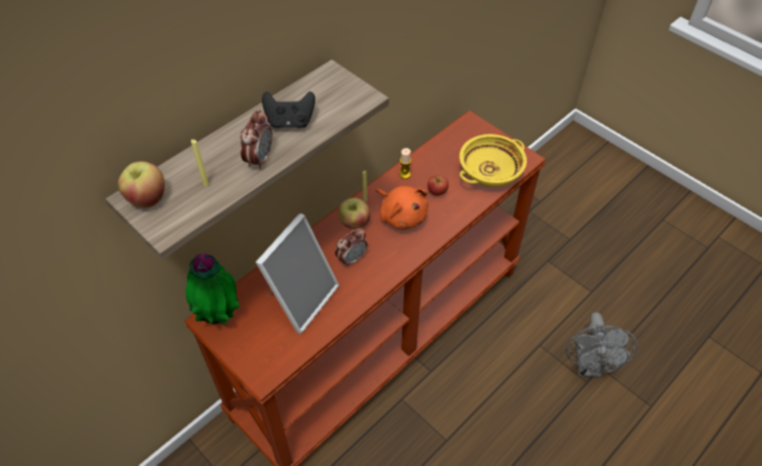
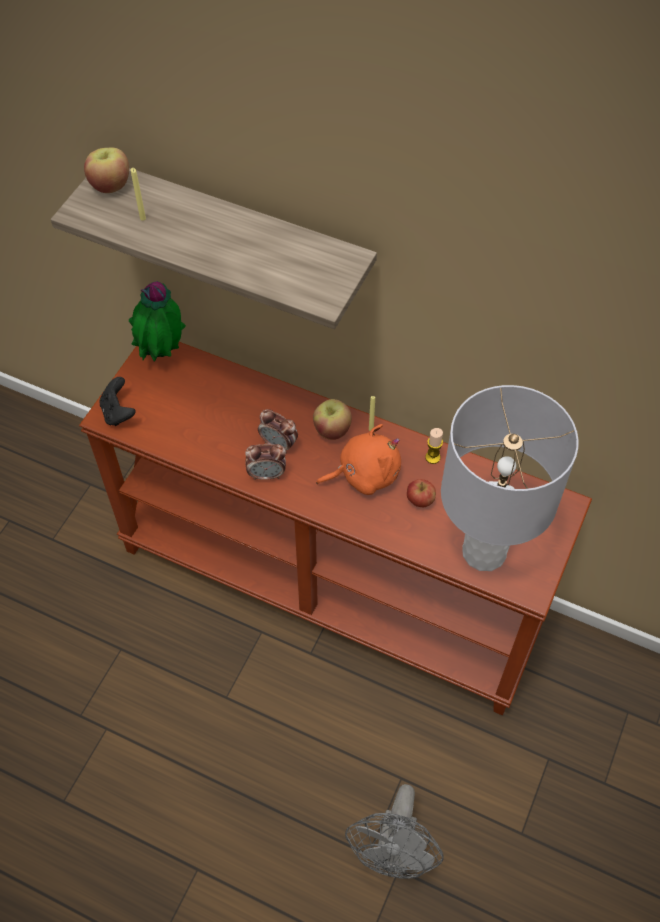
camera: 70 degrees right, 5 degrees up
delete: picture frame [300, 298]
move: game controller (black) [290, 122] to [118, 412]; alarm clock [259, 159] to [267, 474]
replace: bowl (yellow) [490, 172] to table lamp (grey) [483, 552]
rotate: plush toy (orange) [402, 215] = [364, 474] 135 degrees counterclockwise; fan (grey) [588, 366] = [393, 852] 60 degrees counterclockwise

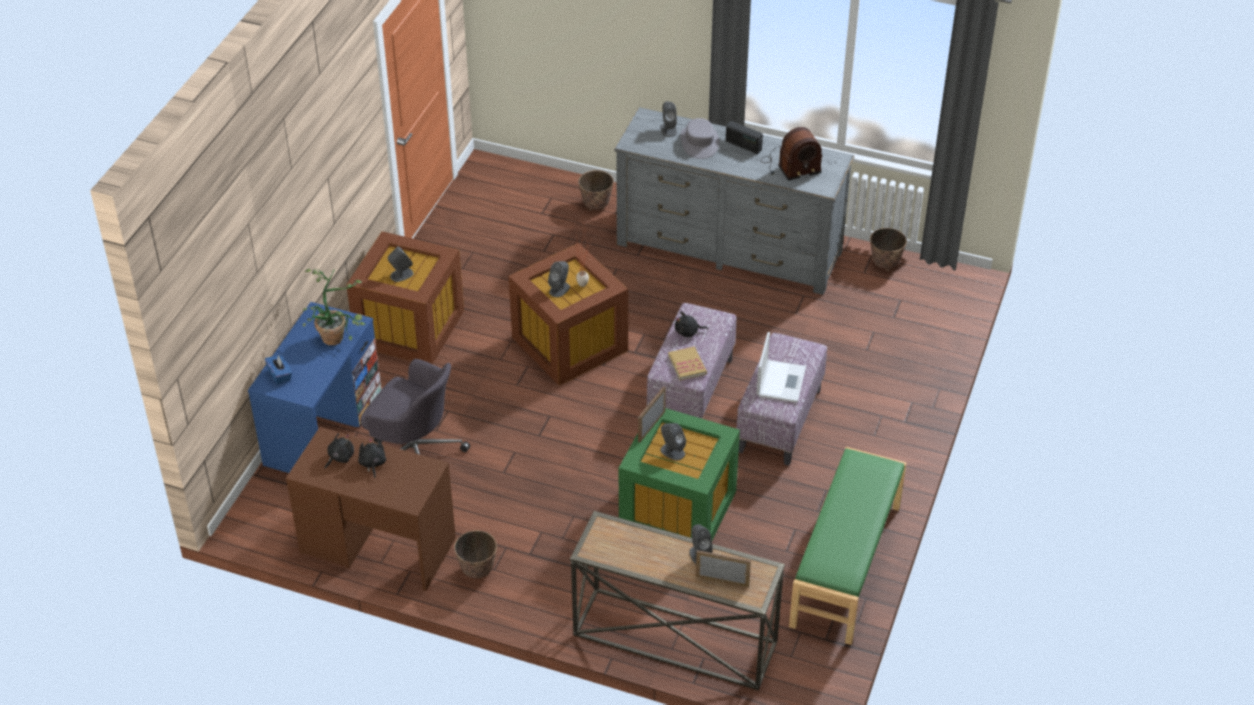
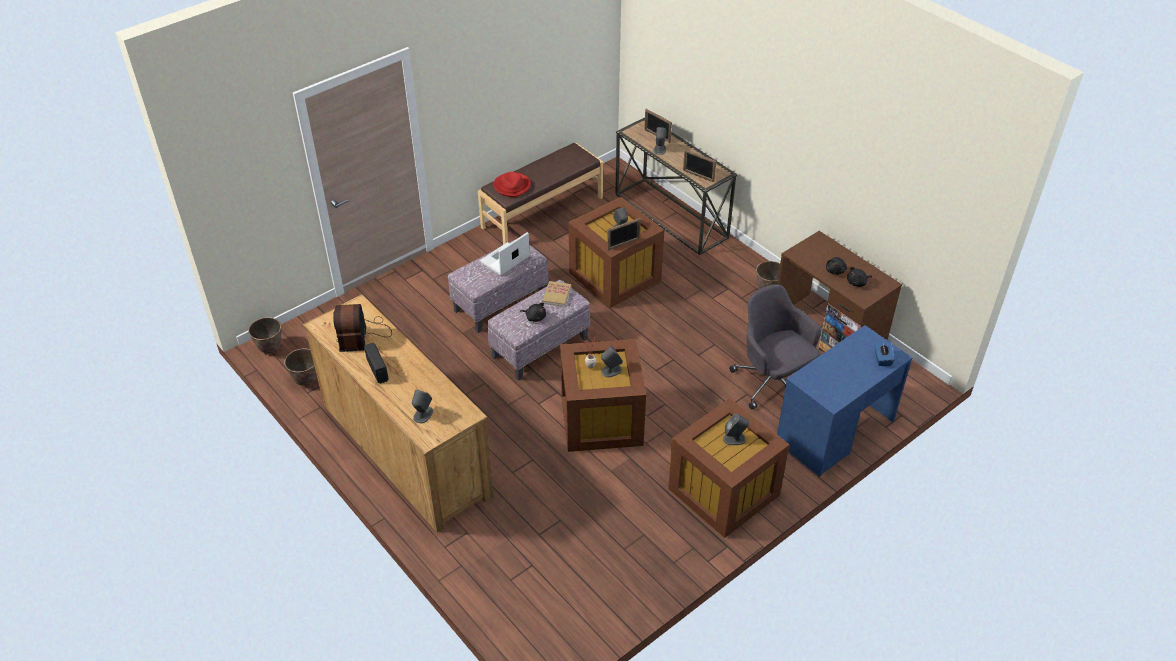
camera: 150 degrees left, 0 degrees up
delete: hat (grey) [699, 142]; potted plant [337, 335]
insert: picture frame [698, 176]; hat (red) [512, 186]
move: planter [596, 206] to [270, 349]
recolor: dresser (grey) [729, 248] to dresser (brown) [405, 449]; storage box (green) [678, 511] to storage box (brown) [615, 276]; bench (green) [847, 566] to bench (brown) [542, 212]
rotate: radio [790, 166] = [362, 335] 105 degrees counterclockwise

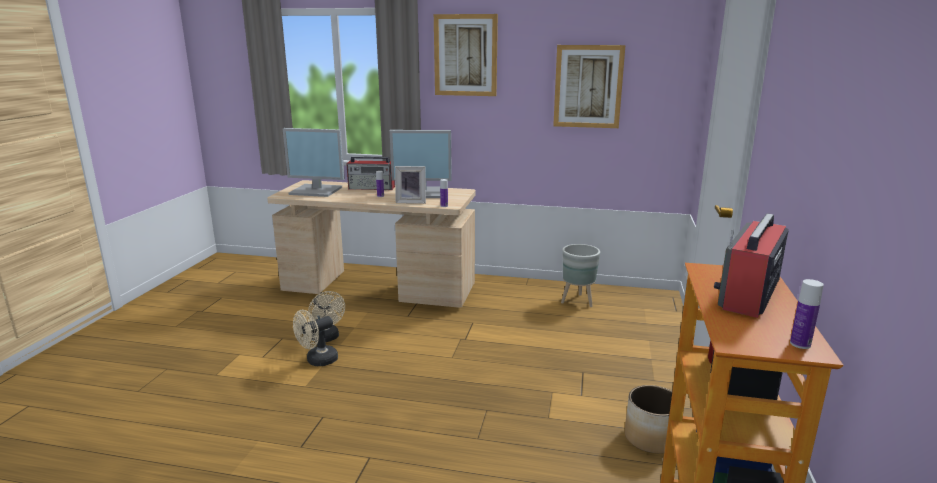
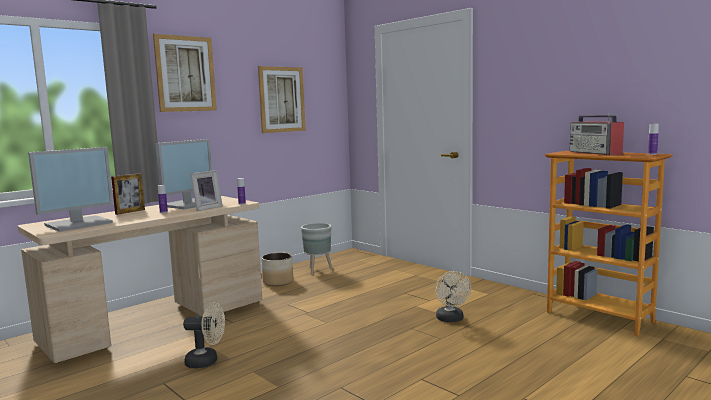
camera: 55 degrees left, 10 degrees down
move: fan (beige) [317, 361] to [451, 319]; planter [651, 437] to [278, 282]
replace: radio [372, 188] to picture frame [130, 212]

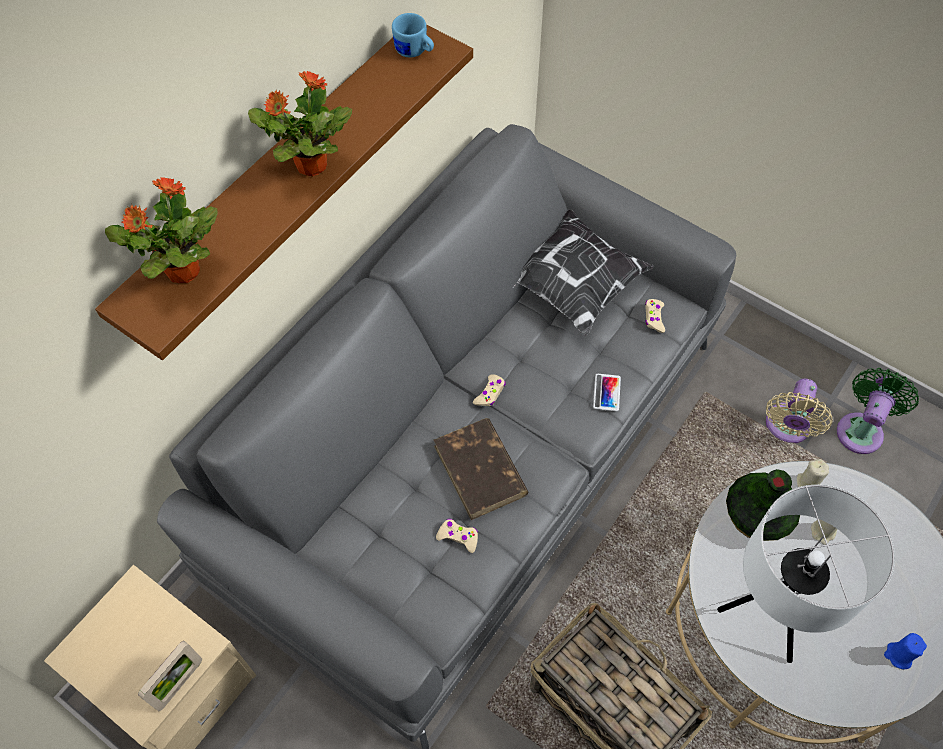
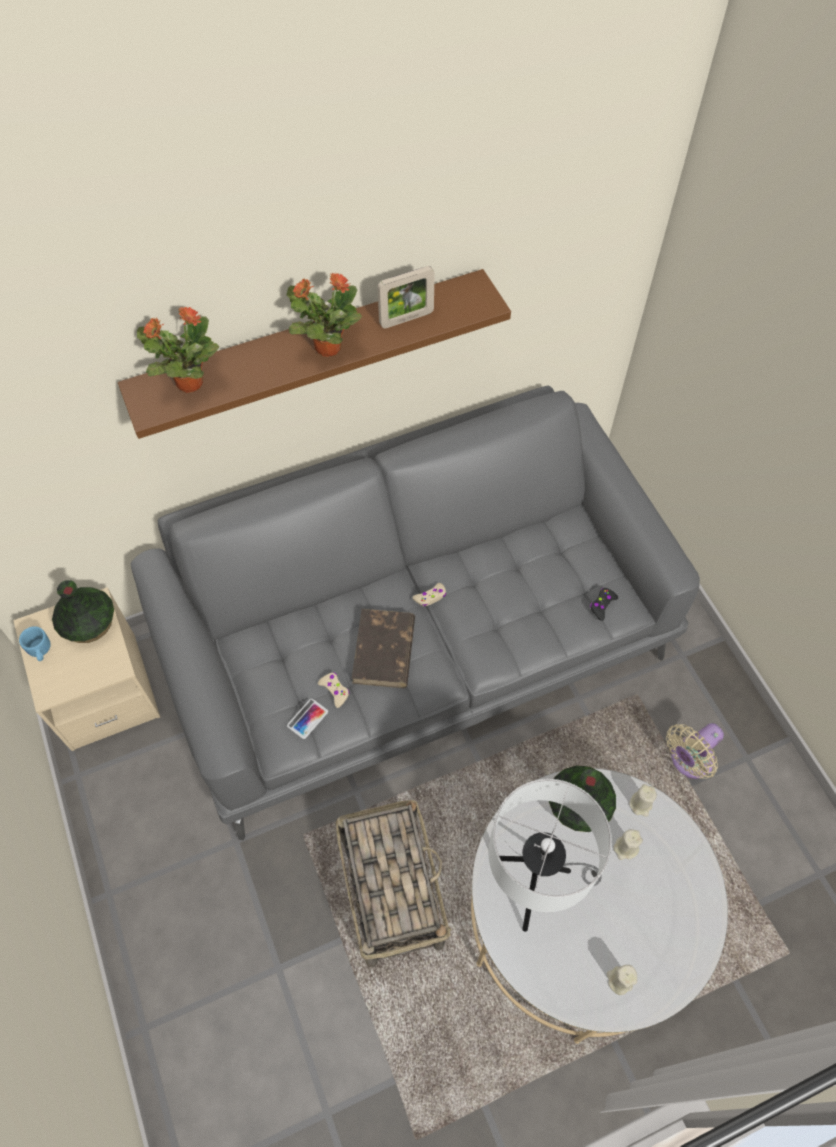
camera: 30 degrees right, 0 degrees up
delete: pillow [570, 286]; fan (green) [861, 429]
insert: vase [89, 623]
move: mug (blue) [414, 52] to [40, 651]; phone [606, 392] to [307, 718]; picture frame [179, 684] to [406, 319]
recolor: game controller (beige) [654, 318] to game controller (black) [602, 605]; candle (blue) [898, 655] to candle (beige) [619, 980]

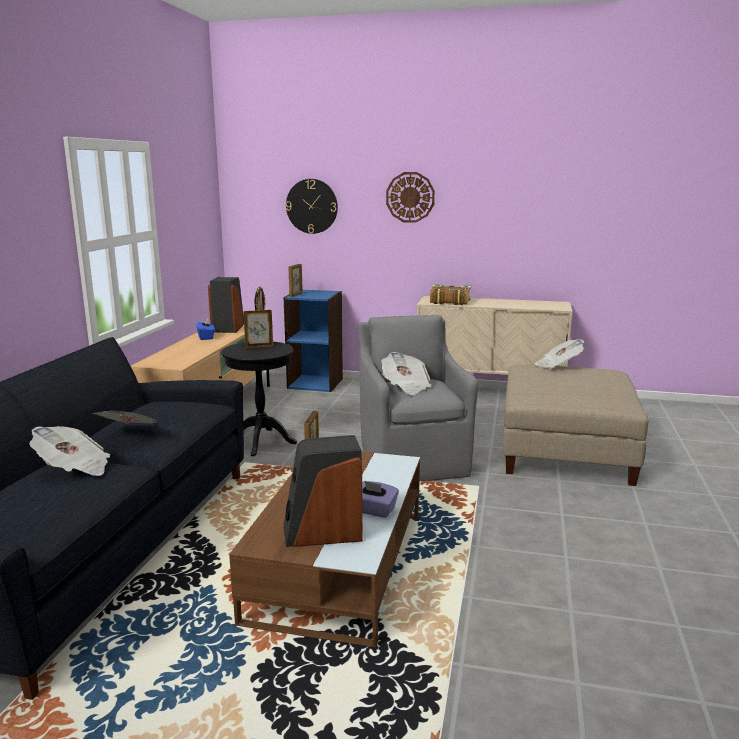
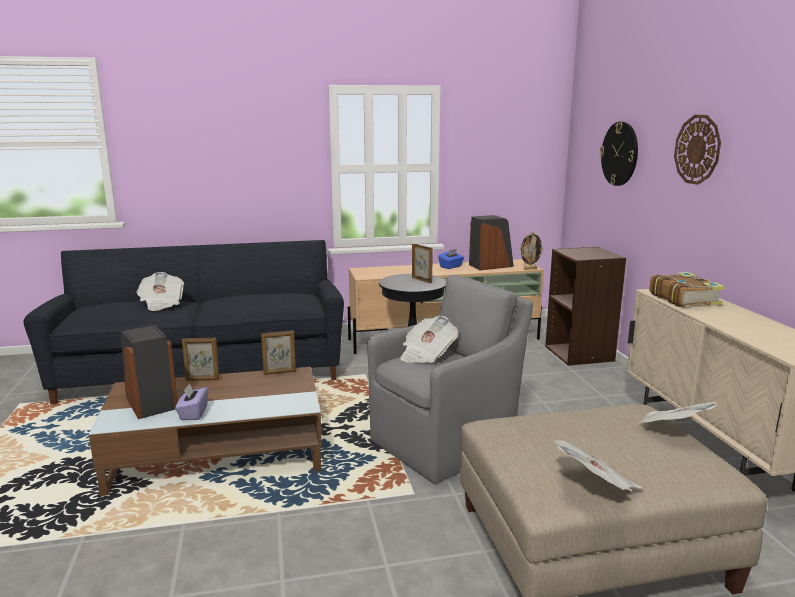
camera: 65 degrees right, 0 degrees up
move: picture frame [296, 294] to [202, 379]; newspaper [130, 434] to [596, 486]
recolor: bookcase (blue) [315, 383] to bookcase (brown) [580, 353]

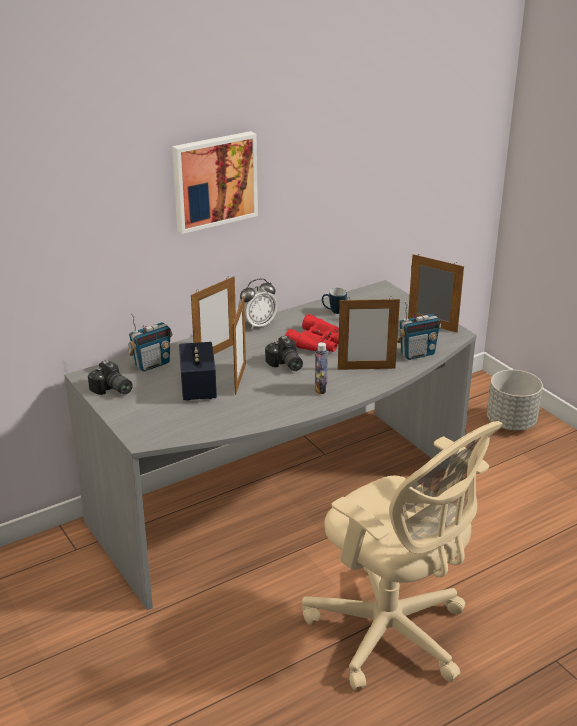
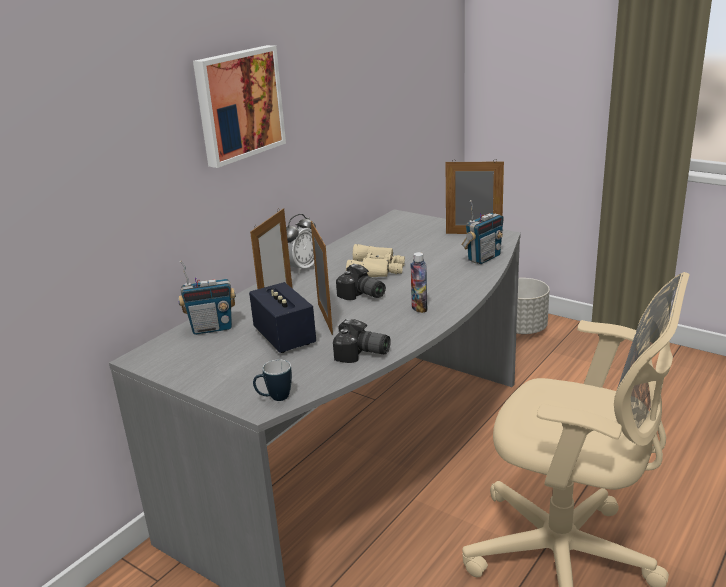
camera: 20 degrees left, 5 degrees down
delete: picture frame [366, 368]
move: mug [333, 311] to [274, 398]; photo camera [112, 390] to [362, 354]
recolor: binoculars (red) [318, 342] to binoculars (beige) [377, 269]
rotate: radio [152, 364] = [212, 328] 45 degrees clockwise

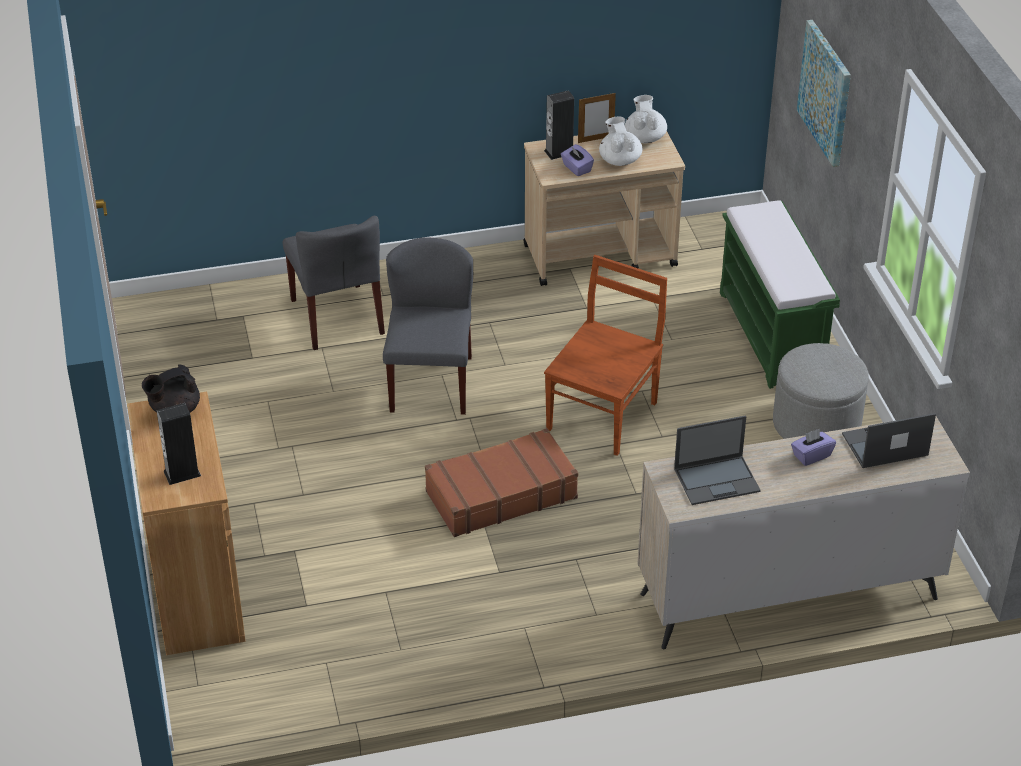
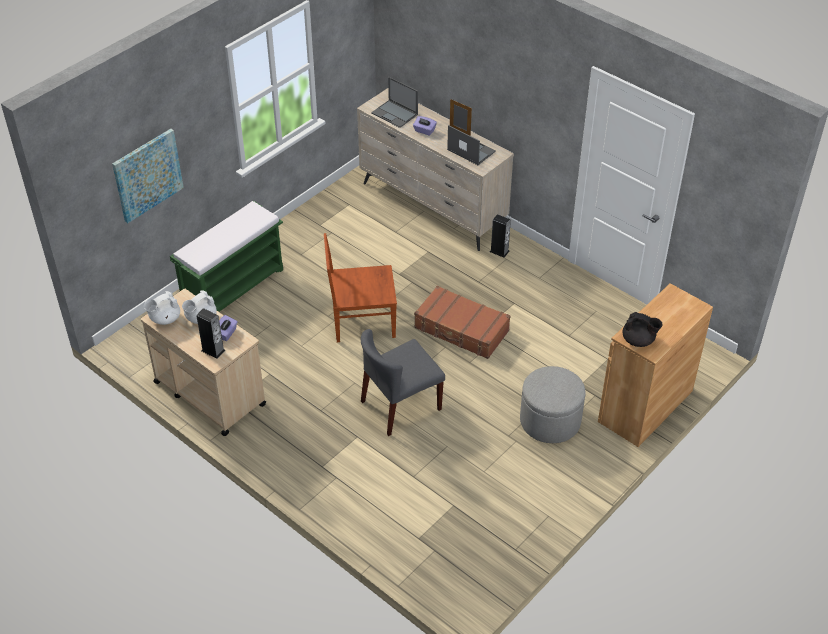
camera: 125 degrees left, 5 degrees up
delete: chair (grey) [337, 317]
move: picture frame [595, 139] to [460, 131]; ottoman (grey) [816, 424] to [550, 421]; speaker [182, 473] to [499, 251]

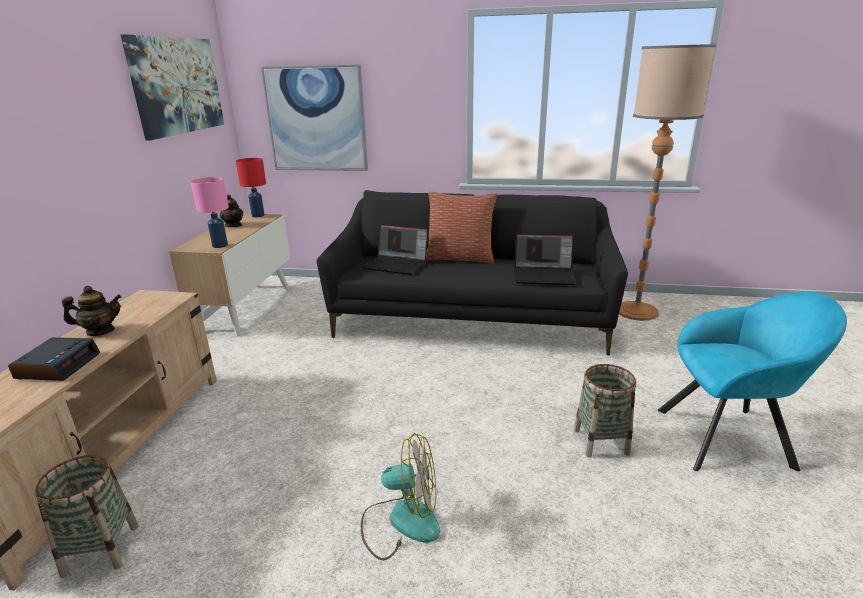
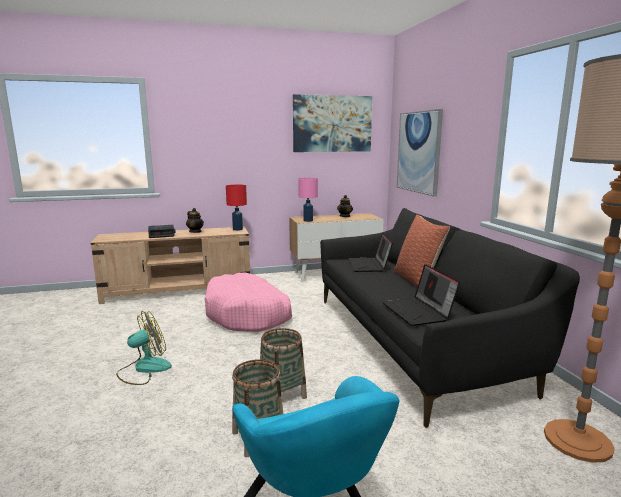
camera: 65 degrees right, 10 degrees down
insert: dog bed (pink) [248, 314]
move: table lamp (red) [258, 215] to [238, 229]; basket [101, 549] to [282, 395]
rotate: fan [401, 521] = [144, 369] 105 degrees counterclockwise

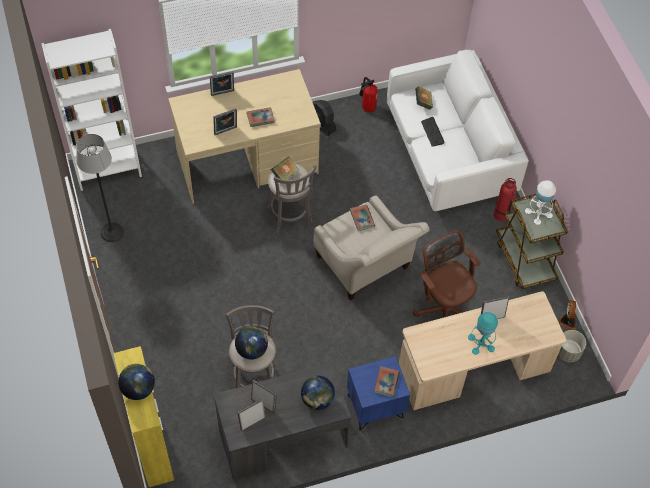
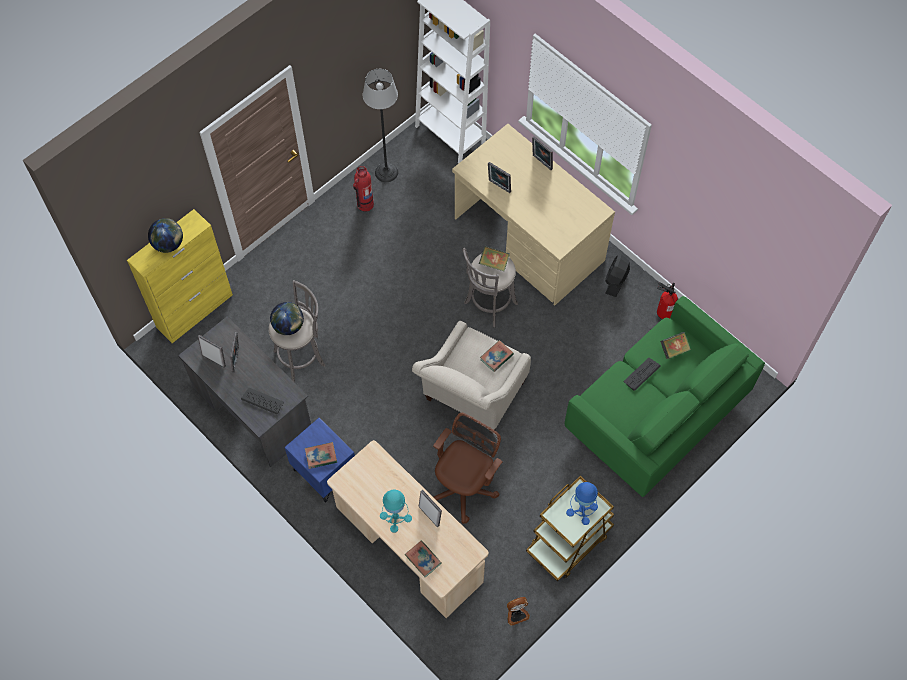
camera: 65 degrees right, 5 degrees up
delete: planter (grey) [568, 352]
move: book [260, 118] to [423, 559]; fire extinguisher [501, 215] to [364, 204]
replace: globe [317, 399] to keyboard [262, 401]
recolor: sofa (white) [448, 154] to sofa (green) [655, 413]; table lamp (white) [538, 213] to table lamp (blue) [582, 509]

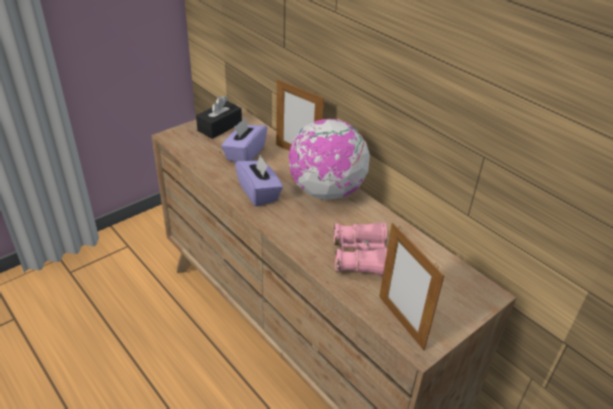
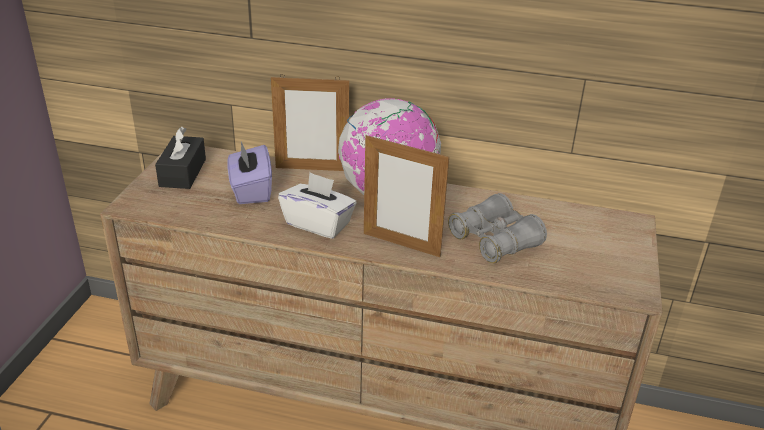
camera: 35 degrees left, 5 degrees down
move: picture frame [401, 322] to [401, 244]
recolor: tissue box (purple) [259, 193] to tissue box (white) [318, 224]; binoculars (pink) [360, 257] to binoculars (grey) [494, 240]

